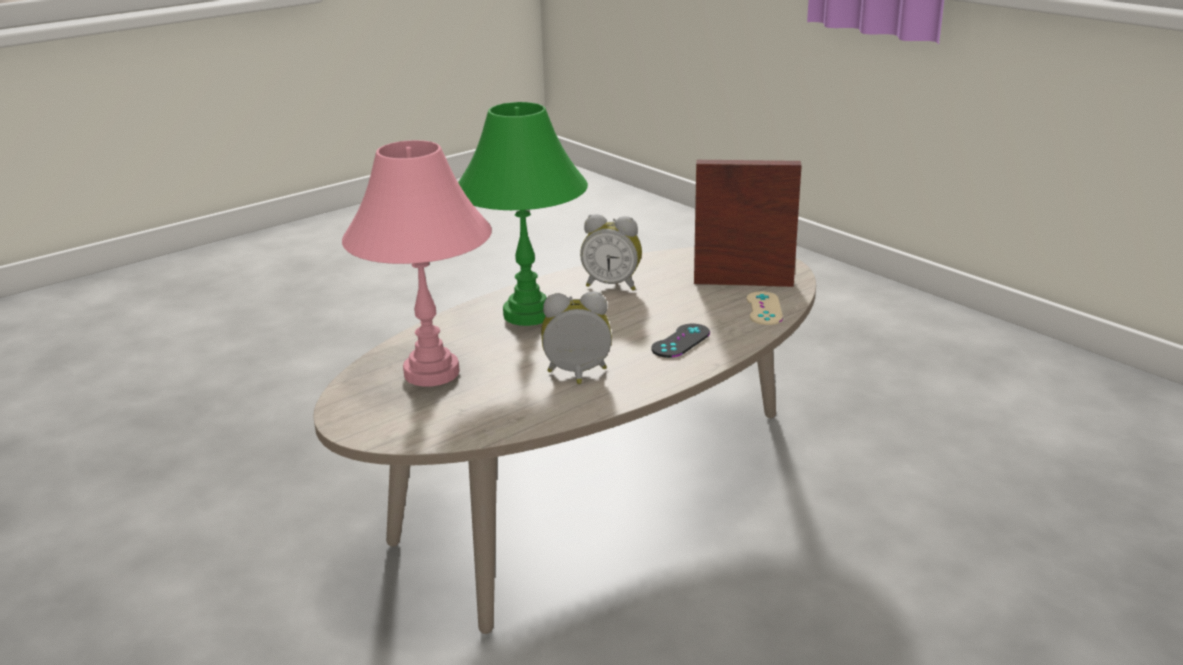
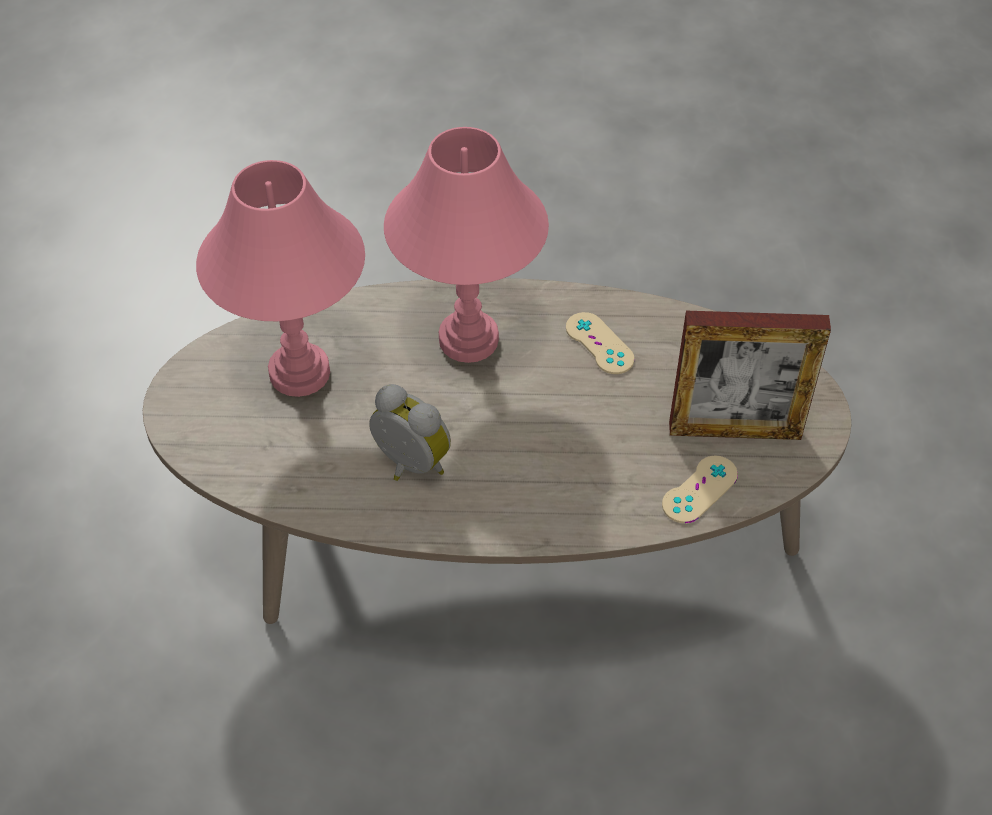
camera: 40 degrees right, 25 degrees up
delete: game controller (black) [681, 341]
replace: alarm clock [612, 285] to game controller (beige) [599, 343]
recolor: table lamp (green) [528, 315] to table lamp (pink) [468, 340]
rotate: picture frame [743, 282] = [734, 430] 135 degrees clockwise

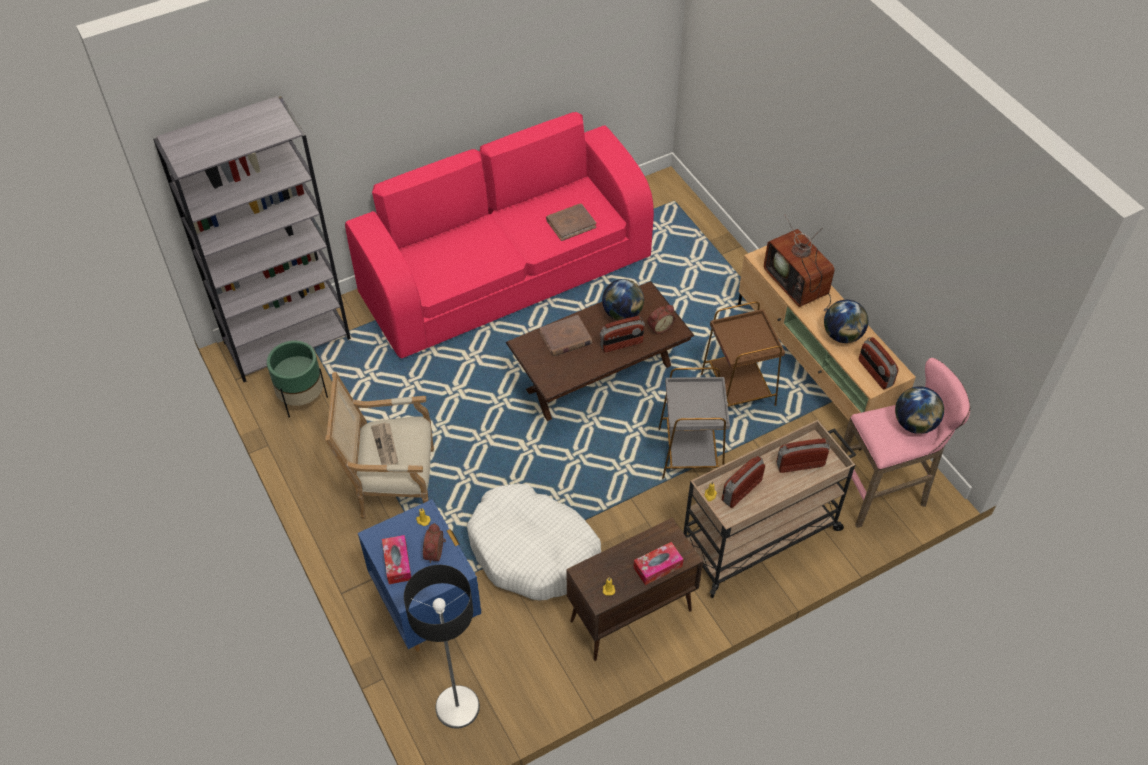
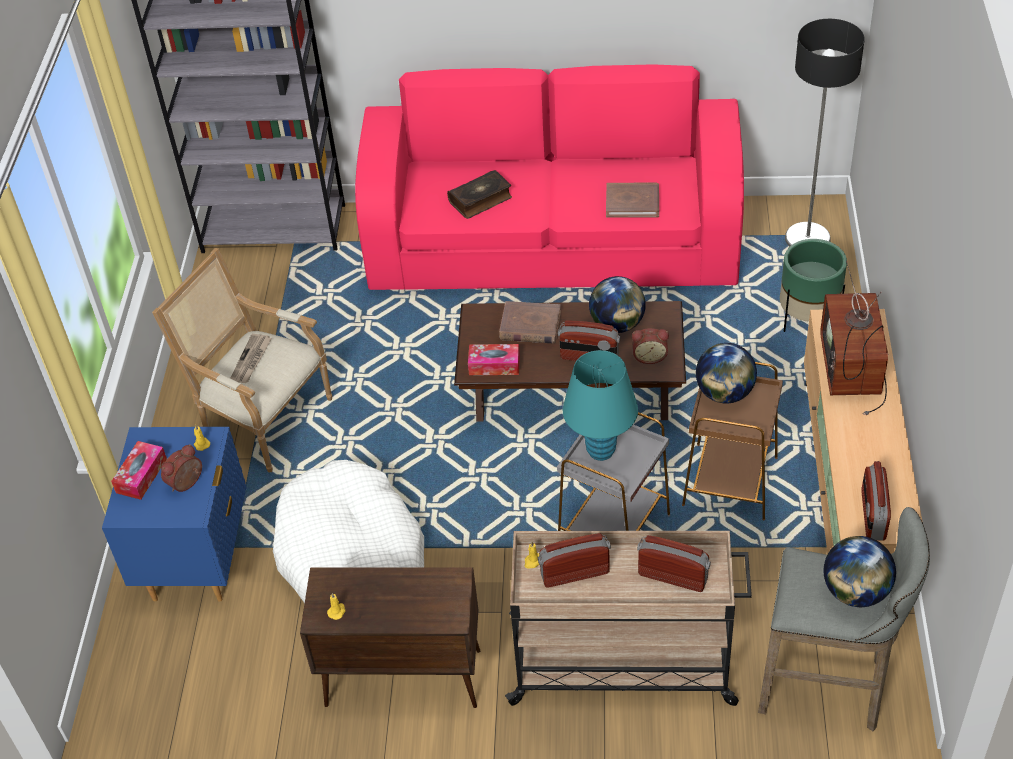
camera: 35 degrees right, 5 degrees down
insert: book [481, 200]; table lamp (turquoise) [601, 451]
move: globe [842, 335] to [724, 393]; planter (green) [302, 399] to [808, 319]; tissue box [657, 567] to [494, 365]; floor lamp [457, 707] to [807, 239]
recolor: stool (pink) [883, 491] to stool (grey) [828, 686]

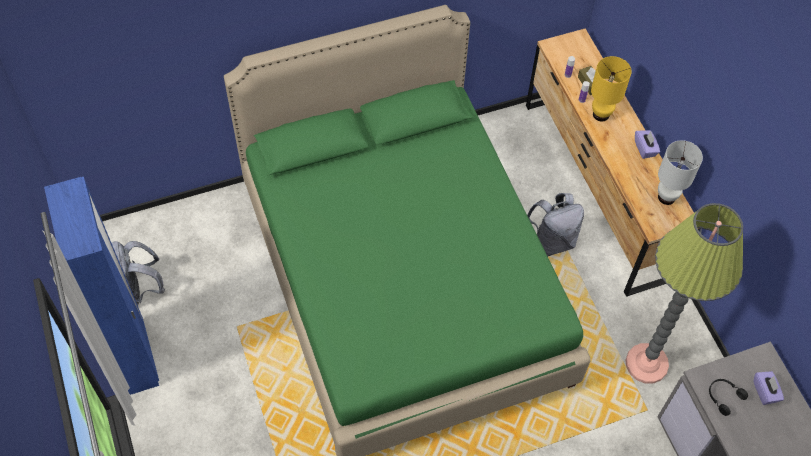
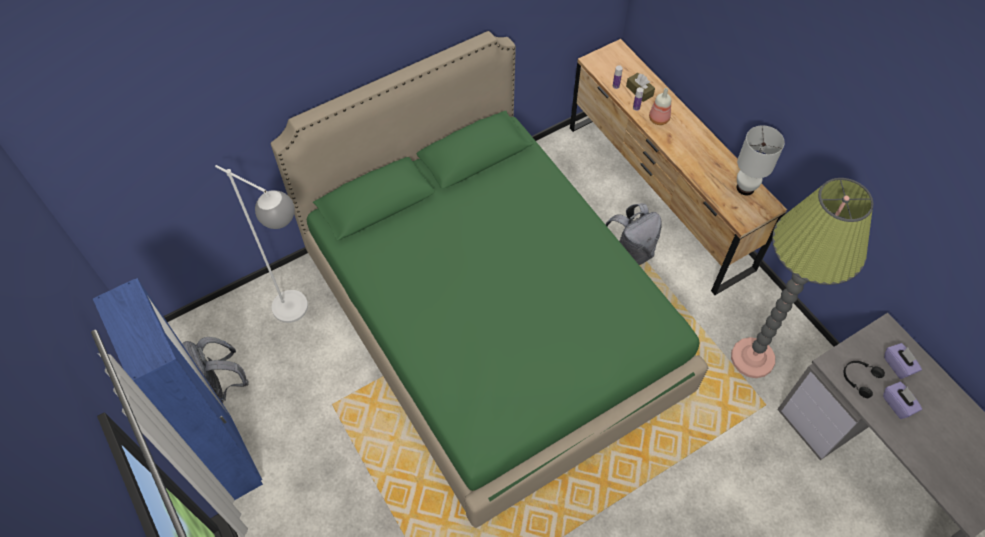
camera: 10 degrees left, 0 degrees up
insert: floor lamp (white) [301, 312]
move: tissue box (purple) [645, 149] to [898, 404]
replace: table lamp (yellow) [601, 114] to bottle [658, 118]

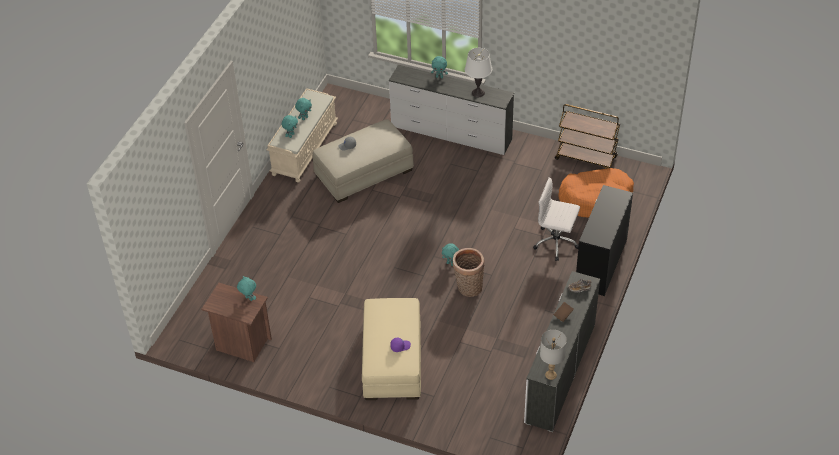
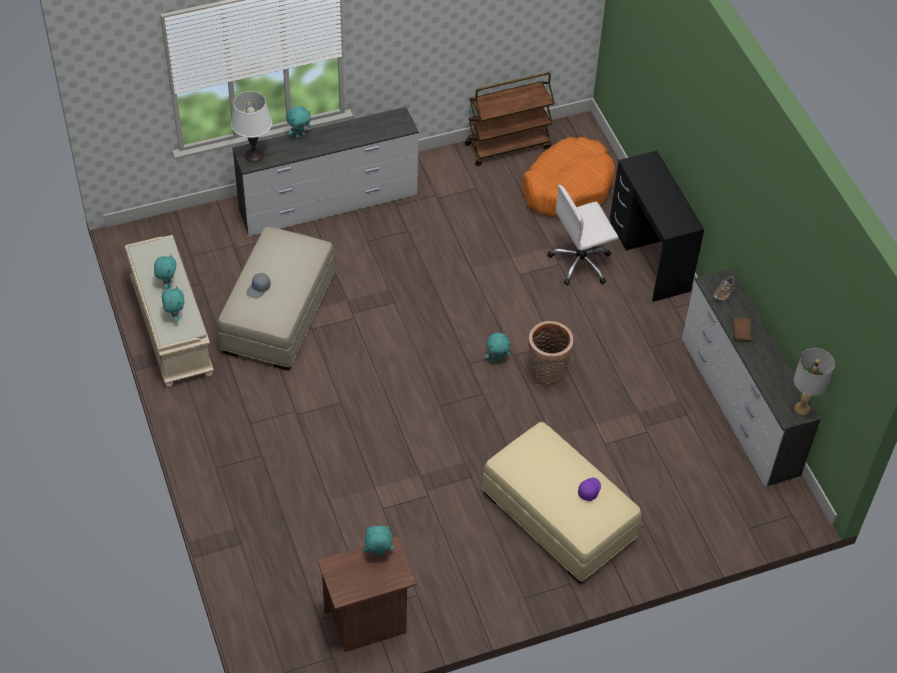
camera: 45 degrees left, 5 degrees up
move: table lamp (white) [478, 93] to [254, 155]

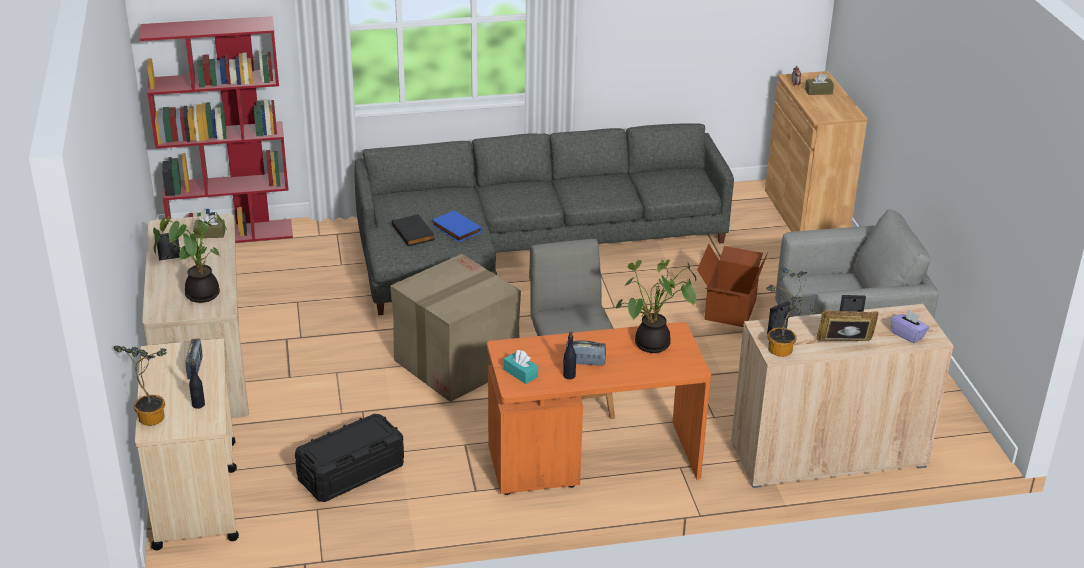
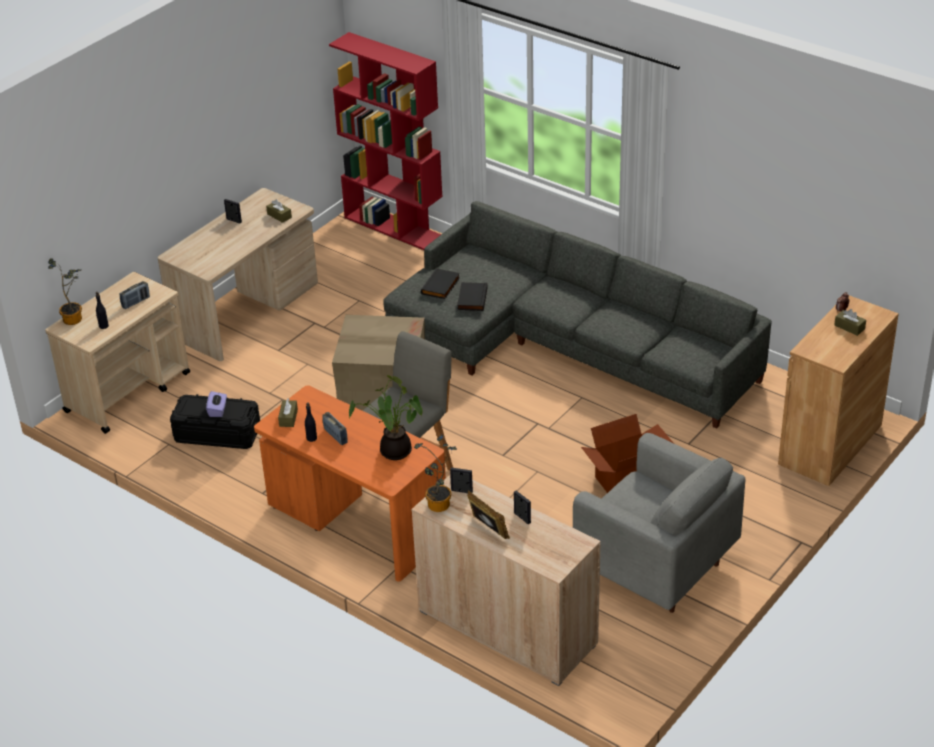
camera: 50 degrees right, 5 degrees up
delete: potted plant [199, 294]
move: tissue box (purple) [907, 335] to [218, 410]
recolor: book (blue) [455, 229] to book (black) [471, 298]; tissue box (turquoise) [520, 373] to tissue box (brown) [288, 418]

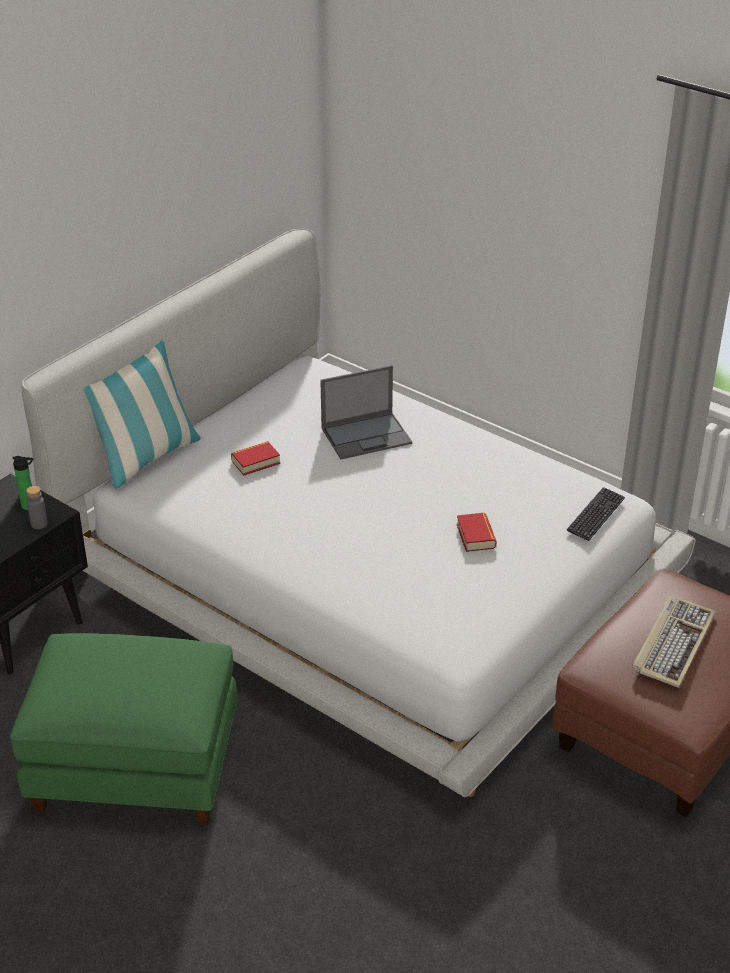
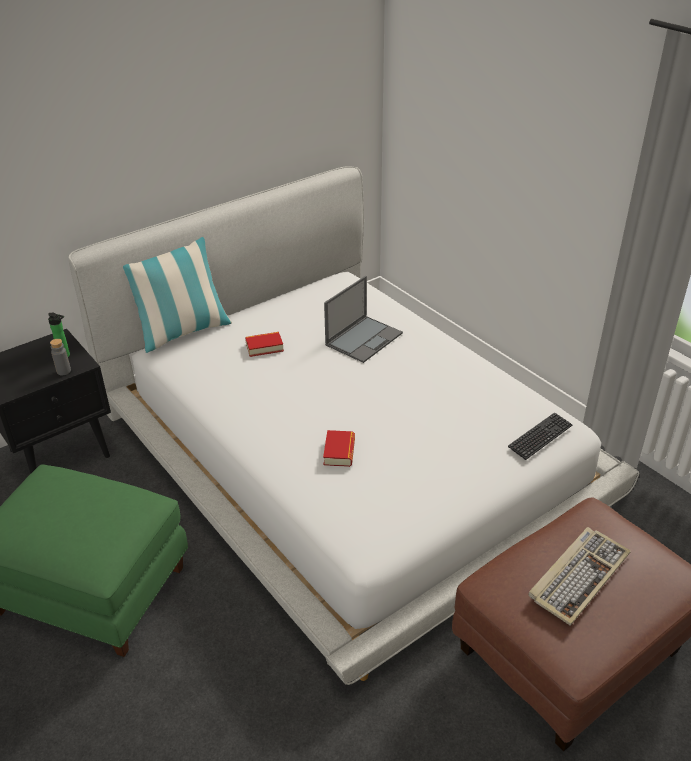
camera: 15 degrees right, 0 degrees up
move: book [476, 536] to [339, 452]
rotate: laptop [367, 435] = [364, 338] 45 degrees counterclockwise

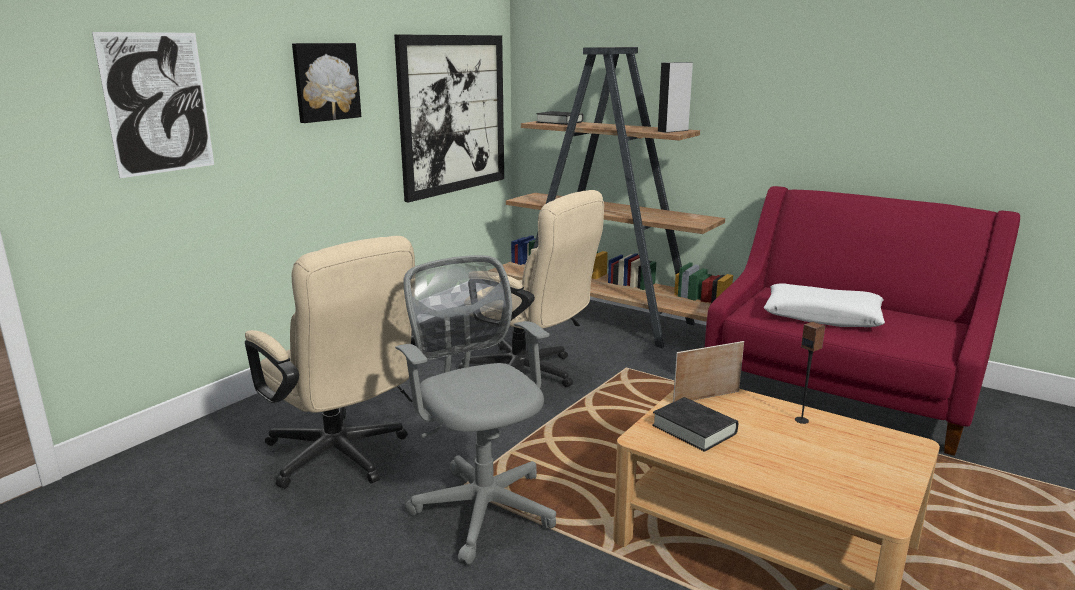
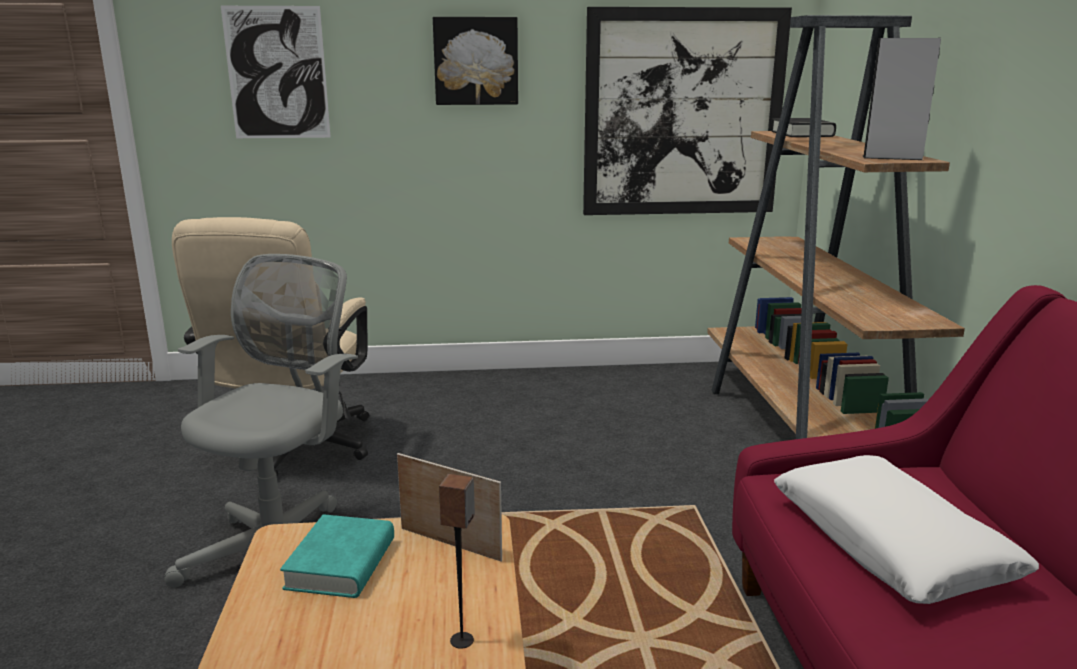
camera: 50 degrees right, 0 degrees up
delete: office chair (beige) [529, 374]
recolor: book (black) [694, 429] to book (turquoise) [341, 564]

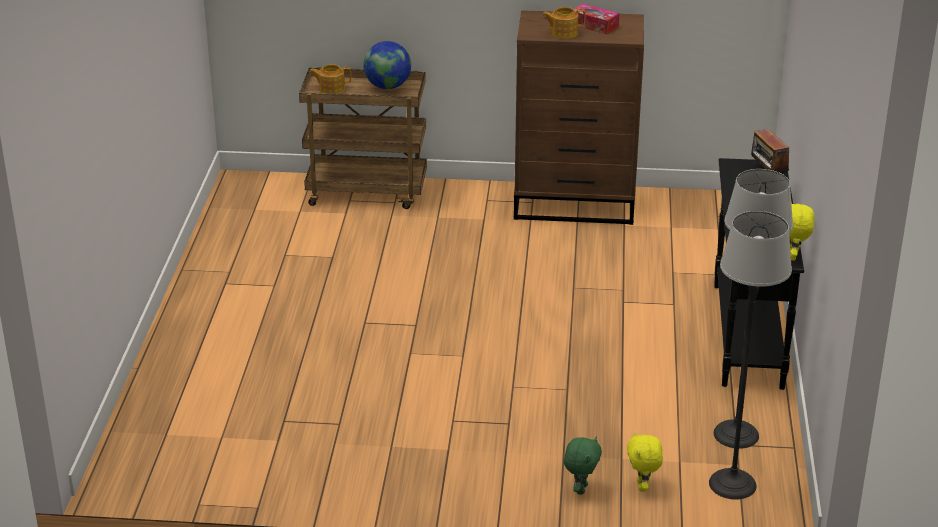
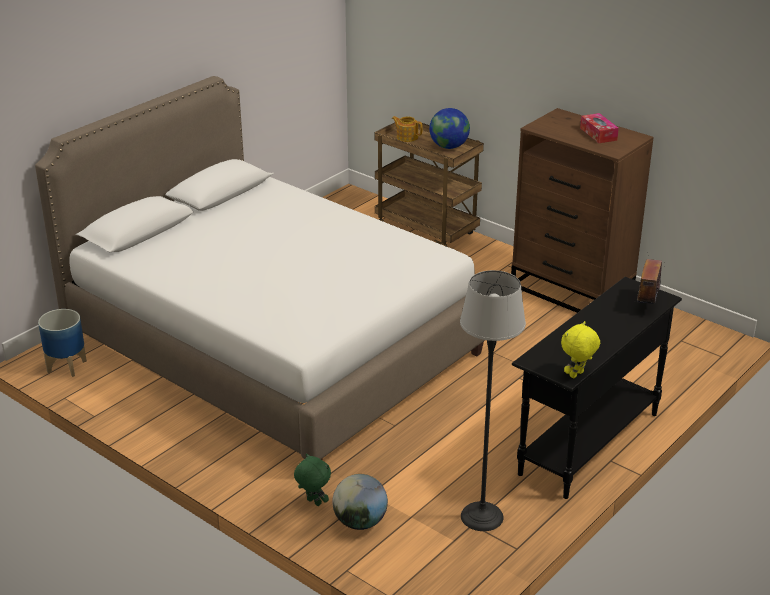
camera: 35 degrees right, 0 degrees up
delete: teapot [563, 33]; floor lamp [733, 484]
insert: bed (white) [272, 345]; planter [66, 366]
replace: plush toy (yellow) [643, 486] to globe [360, 522]
rotate: plush toy (green) [580, 489] = [313, 502] 105 degrees counterclockwise

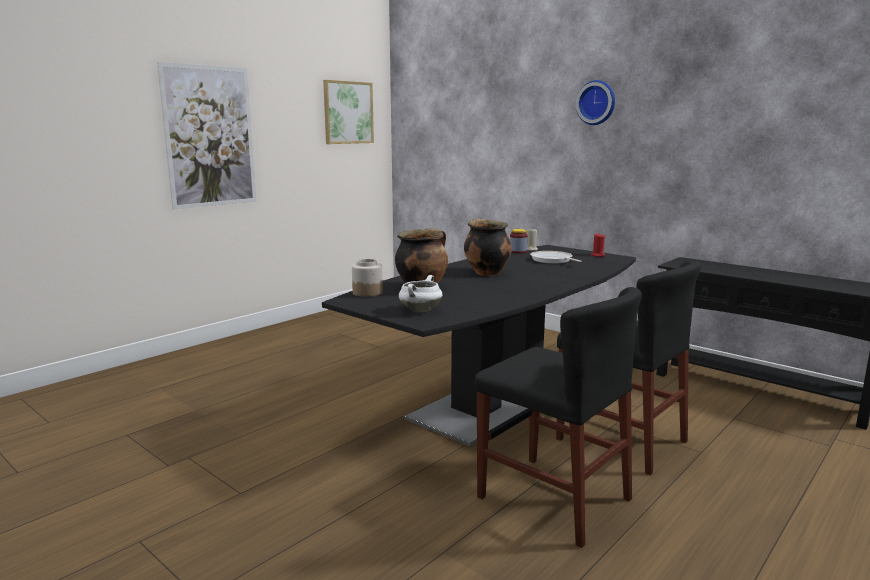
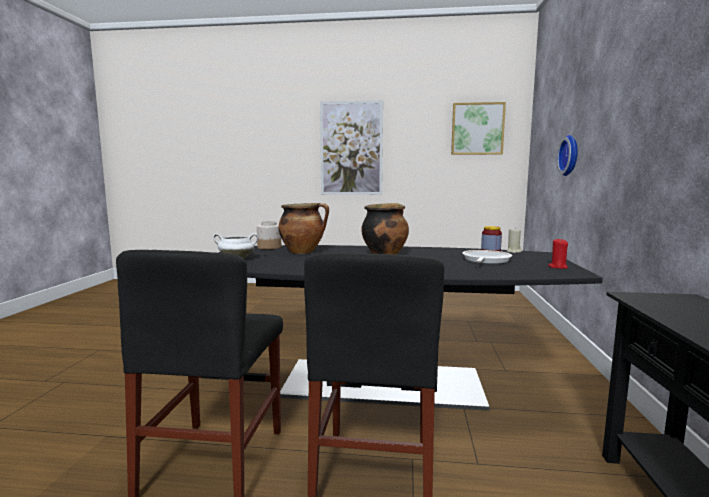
camera: 55 degrees right, 5 degrees down
move: wall clock [597, 103] to [571, 155]

